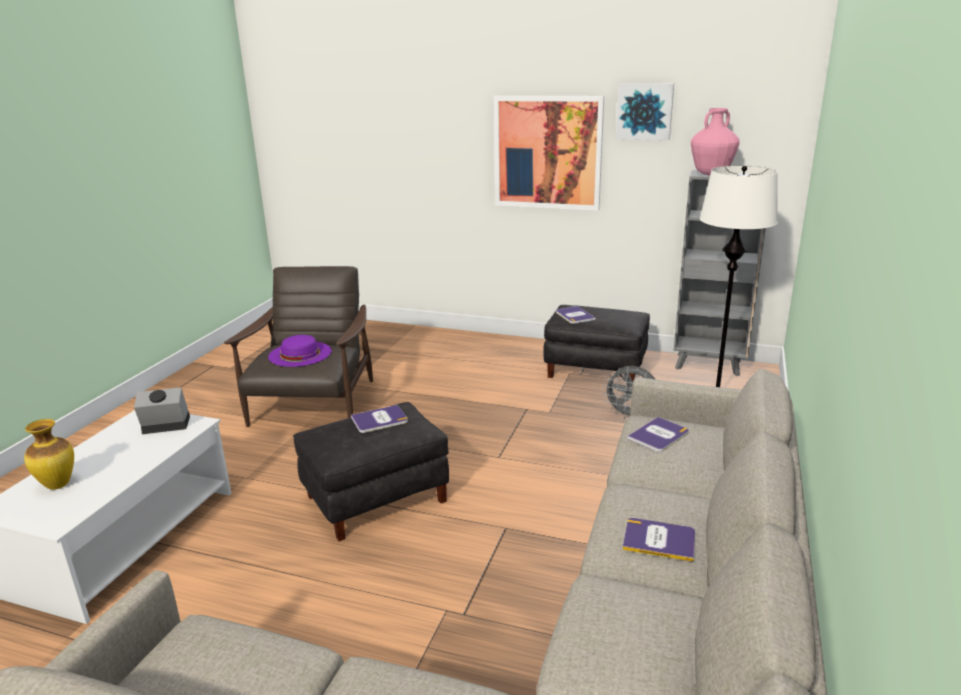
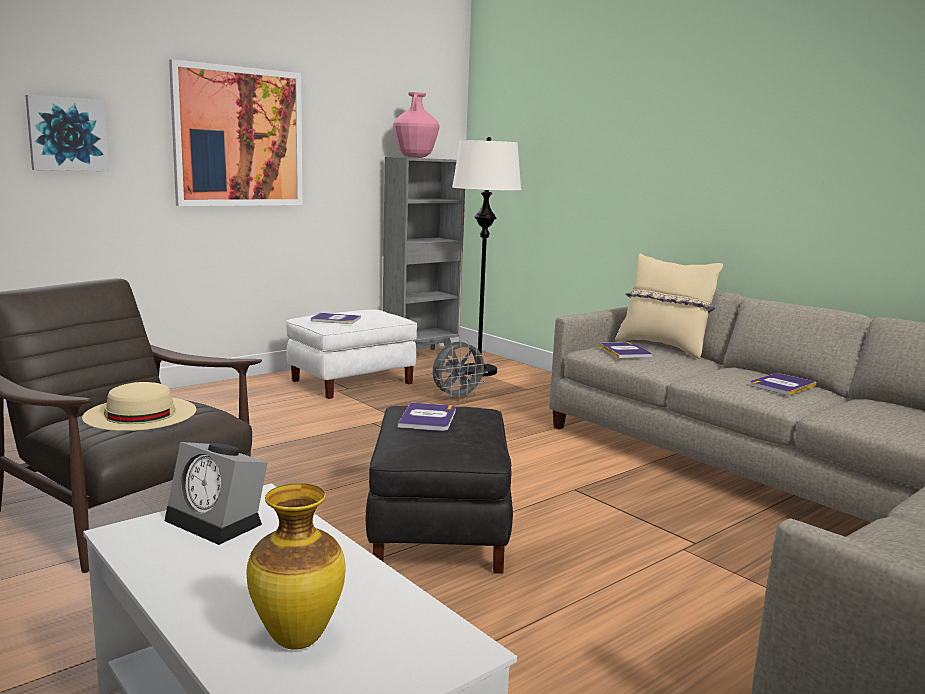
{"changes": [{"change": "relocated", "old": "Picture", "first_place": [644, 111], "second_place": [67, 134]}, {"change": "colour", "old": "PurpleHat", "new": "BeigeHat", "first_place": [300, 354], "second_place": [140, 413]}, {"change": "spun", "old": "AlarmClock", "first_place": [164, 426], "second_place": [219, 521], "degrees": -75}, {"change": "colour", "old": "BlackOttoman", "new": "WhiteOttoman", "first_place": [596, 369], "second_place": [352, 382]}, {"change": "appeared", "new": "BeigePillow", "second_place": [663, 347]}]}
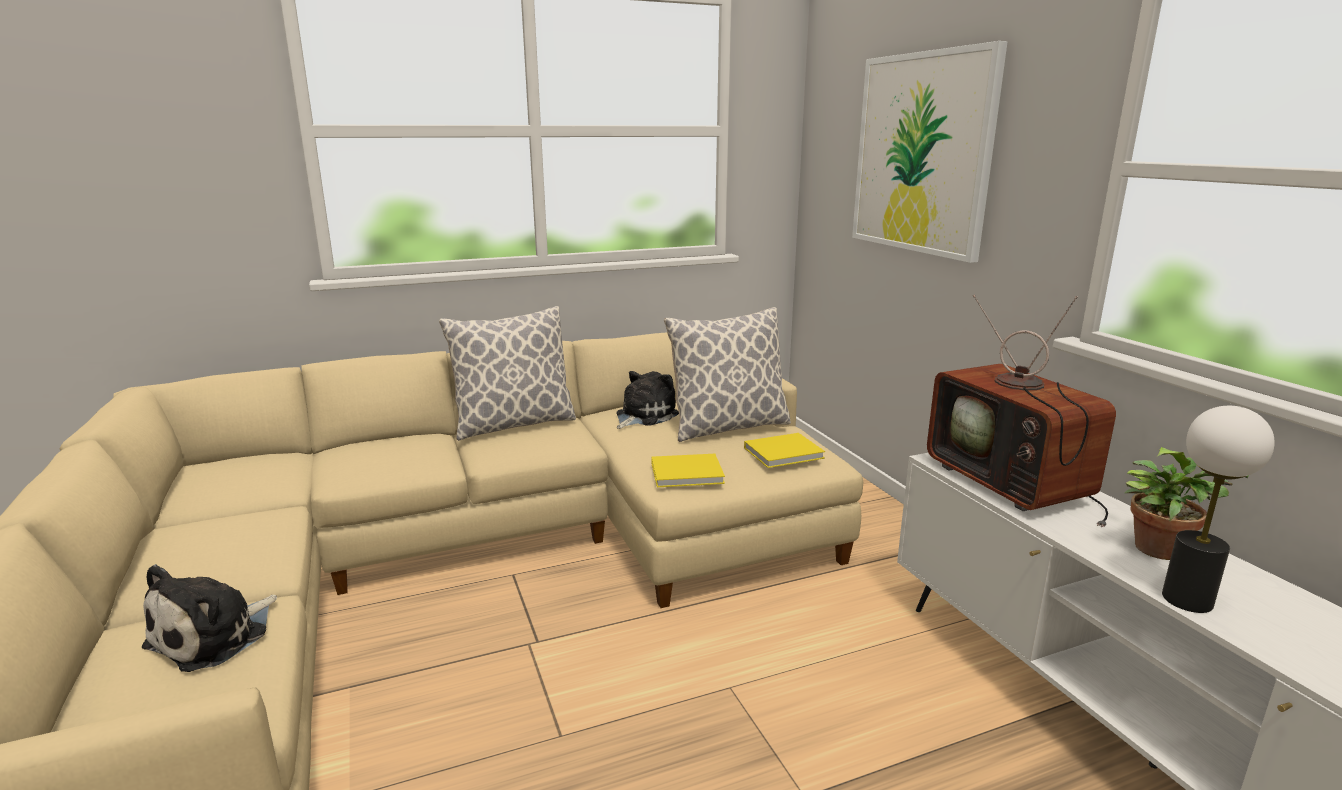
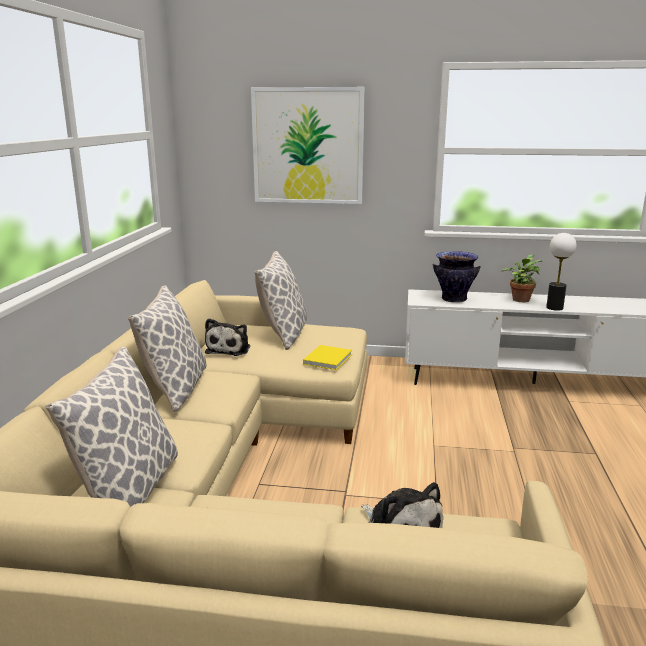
{"changes": [{"change": "appeared", "new": "Pillow", "second_place": [128, 490]}, {"change": "spun", "old": "PlushToy", "first_place": [643, 416], "second_place": [229, 349], "degrees": -150}, {"change": "exchanged", "old": "Television", "new": "Vase", "first_place": [1014, 484], "second_place": [454, 299]}, {"change": "missing", "old": "YellowBook", "first_place": [785, 452]}]}
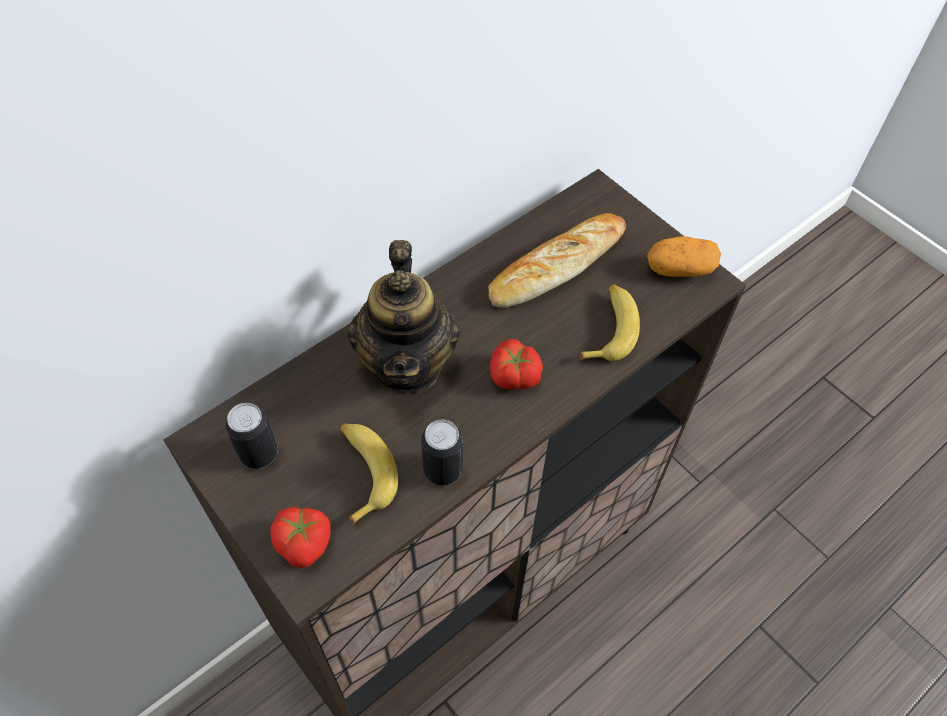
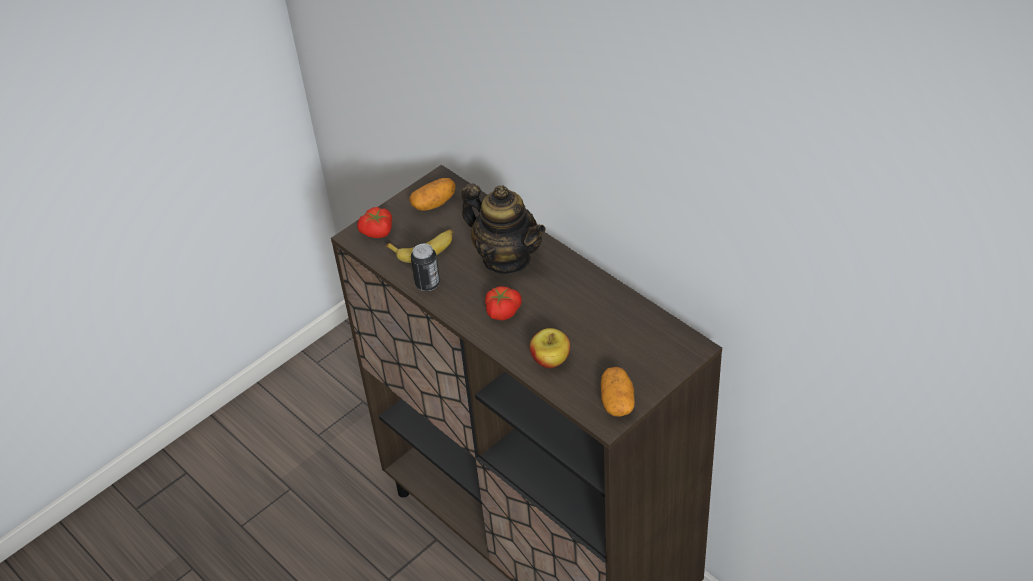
{"changes": [{"change": "exchanged", "old": "Can", "new": "Potato", "first_place": [259, 453], "second_place": [434, 203]}, {"change": "spun", "old": "Teapot", "first_place": [408, 363], "second_place": [506, 258], "degrees": -135}, {"change": "exchanged", "old": "Banana", "new": "Apple", "first_place": [609, 329], "second_place": [550, 360]}, {"change": "missing", "old": "Bread", "first_place": [556, 266]}]}
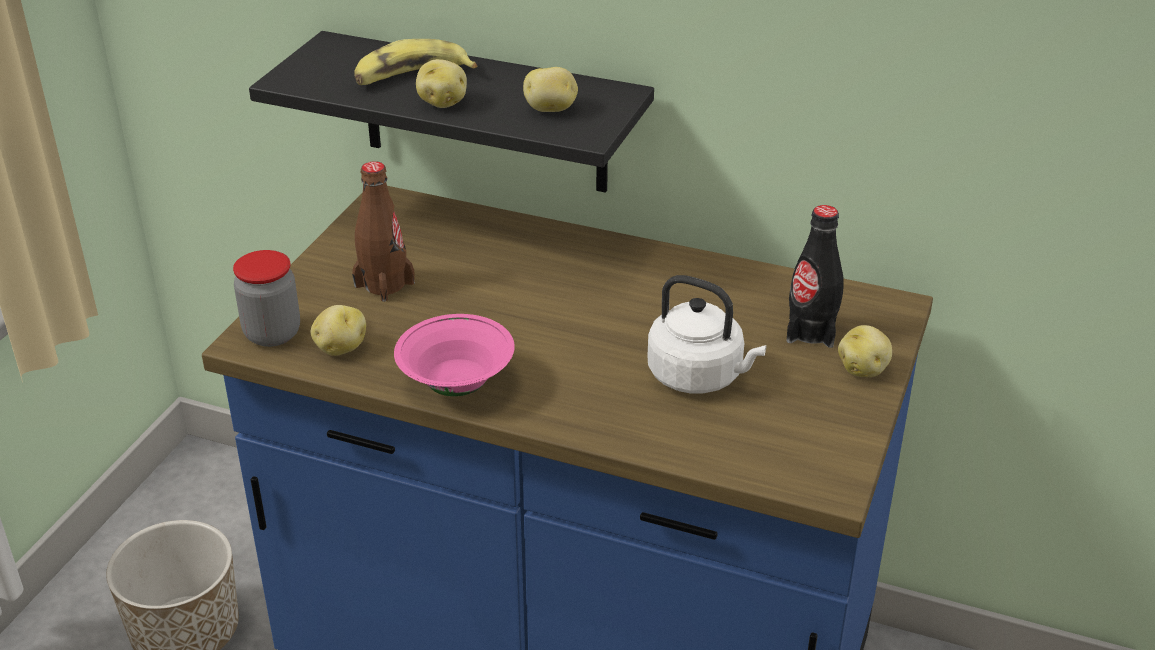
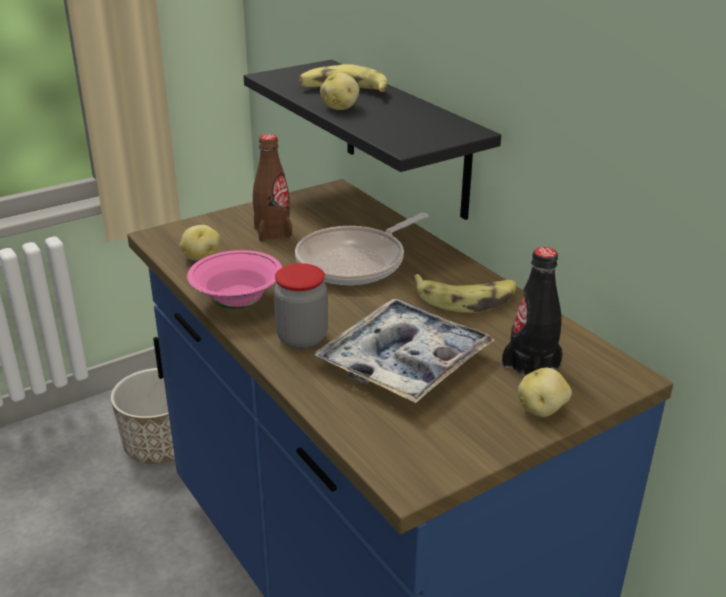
{"changes": [{"change": "relocated", "old": "Jar", "first_place": [272, 334], "second_place": [302, 338]}, {"change": "appeared", "new": "FryingPan", "second_place": [356, 261]}, {"change": "exchanged", "old": "WhiteKettle", "new": "Tray", "first_place": [699, 377], "second_place": [404, 362]}, {"change": "appeared", "new": "Banana", "second_place": [466, 299]}, {"change": "missing", "old": "Potato", "first_place": [551, 109]}]}
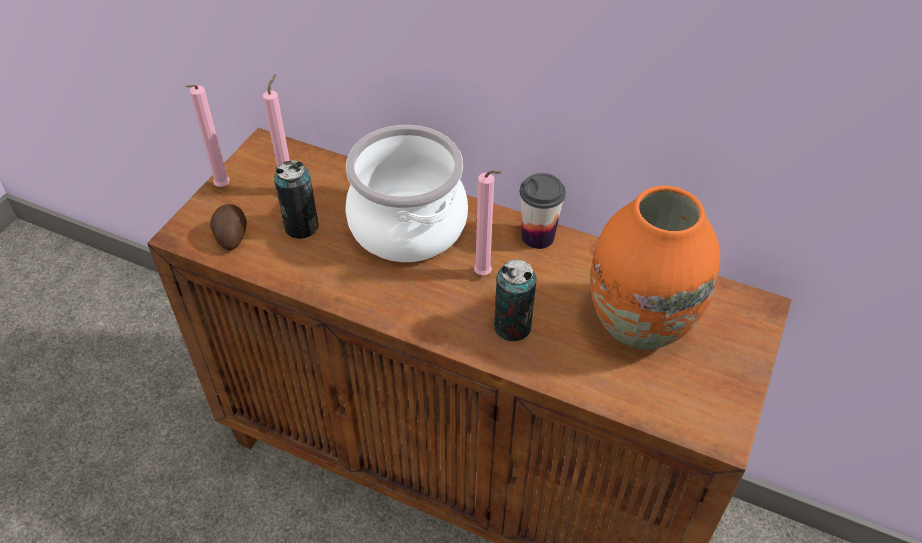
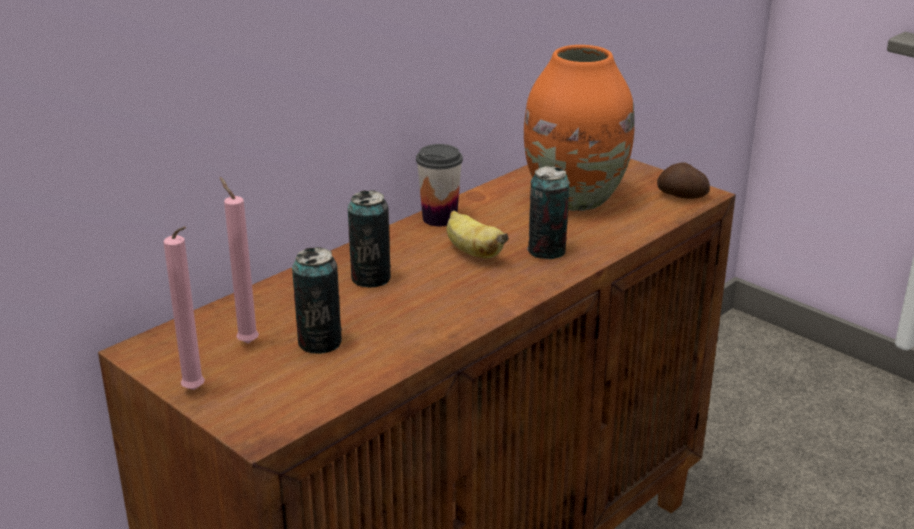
{"changes": [{"change": "exchanged", "old": "CookingPot", "new": "Can", "first_place": [409, 225], "second_place": [371, 278]}, {"change": "exchanged", "old": "PinkCandle", "new": "Banana", "first_place": [485, 275], "second_place": [472, 252]}, {"change": "relocated", "old": "Potato", "first_place": [231, 236], "second_place": [682, 196]}]}
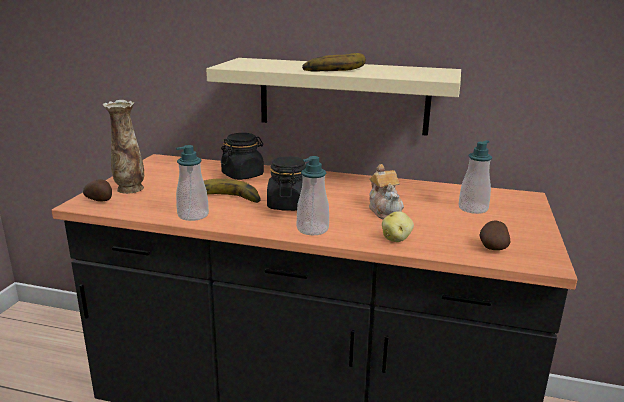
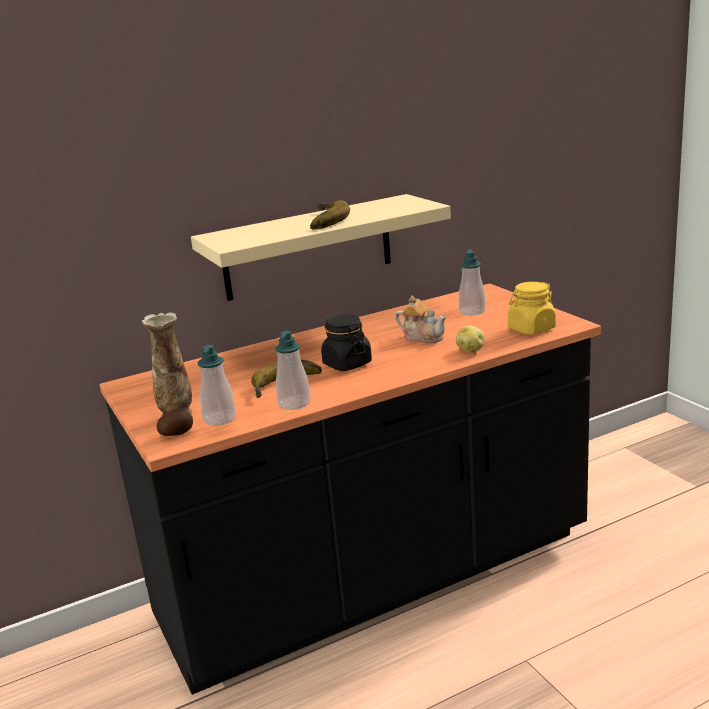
{"changes": [{"change": "relocated", "old": "SoapDispenser", "first_place": [312, 229], "second_place": [219, 419]}, {"change": "exchanged", "old": "Potato", "new": "YellowJar", "first_place": [492, 247], "second_place": [531, 329]}, {"change": "missing", "old": "BlackJar", "first_place": [243, 175]}]}
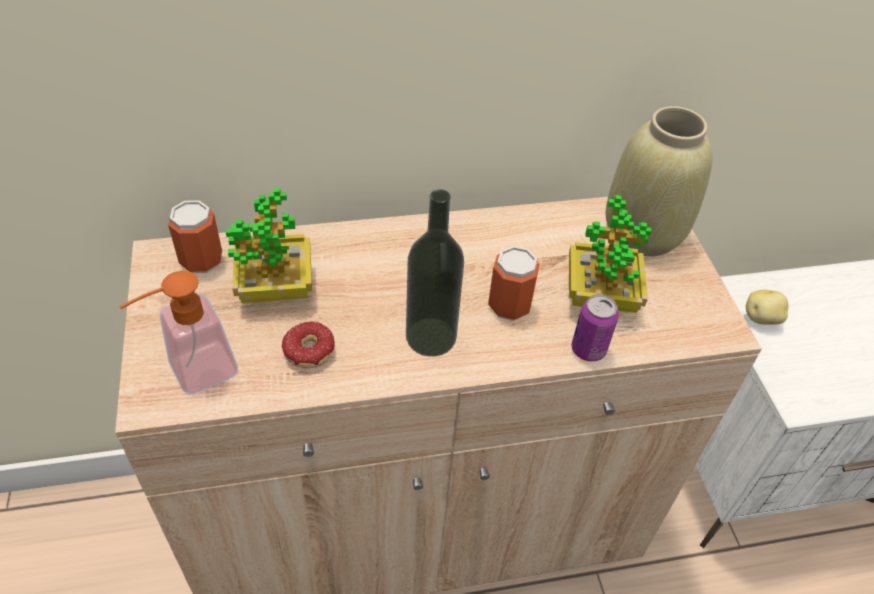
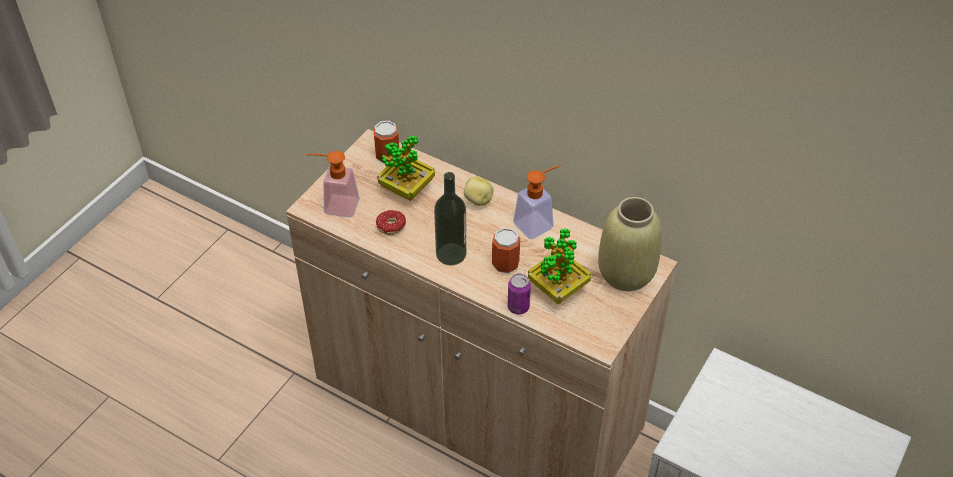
{"changes": [{"change": "relocated", "old": "Potato", "first_place": [762, 319], "second_place": [478, 200]}, {"change": "appeared", "new": "SoapDispenser", "second_place": [538, 223]}]}
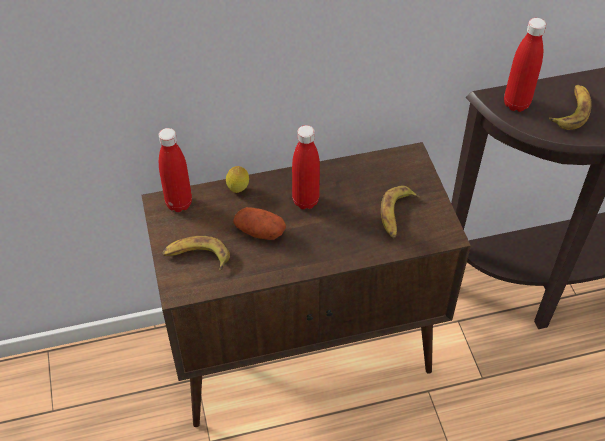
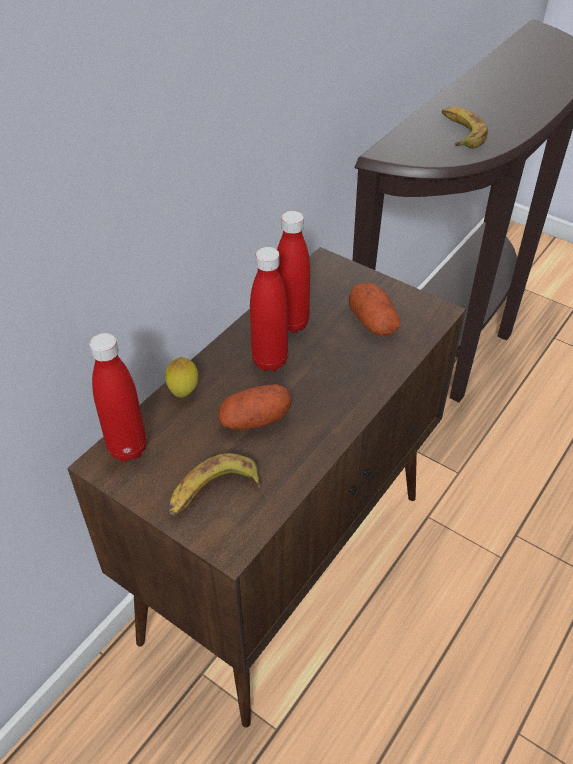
{"changes": [{"change": "relocated", "old": "RedBottle", "first_place": [516, 104], "second_place": [291, 323]}, {"change": "exchanged", "old": "Banana", "new": "Potato", "first_place": [396, 215], "second_place": [373, 322]}]}
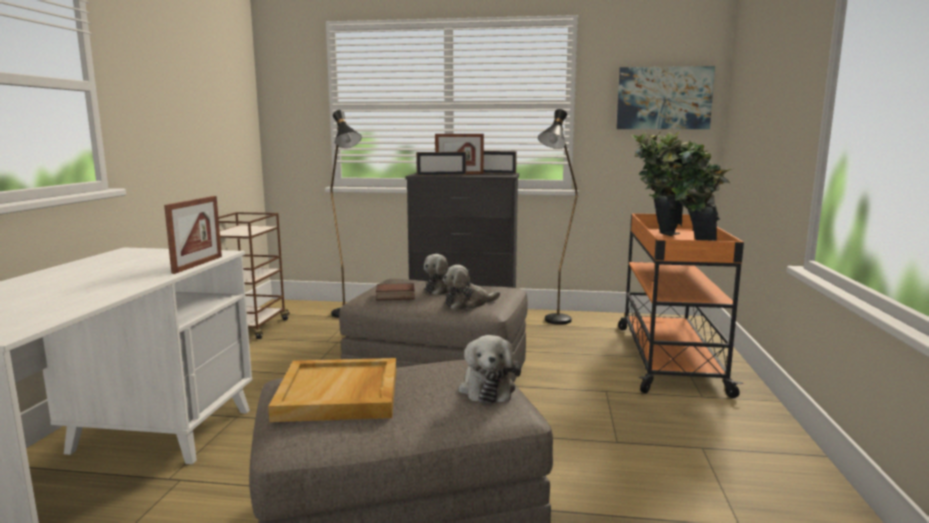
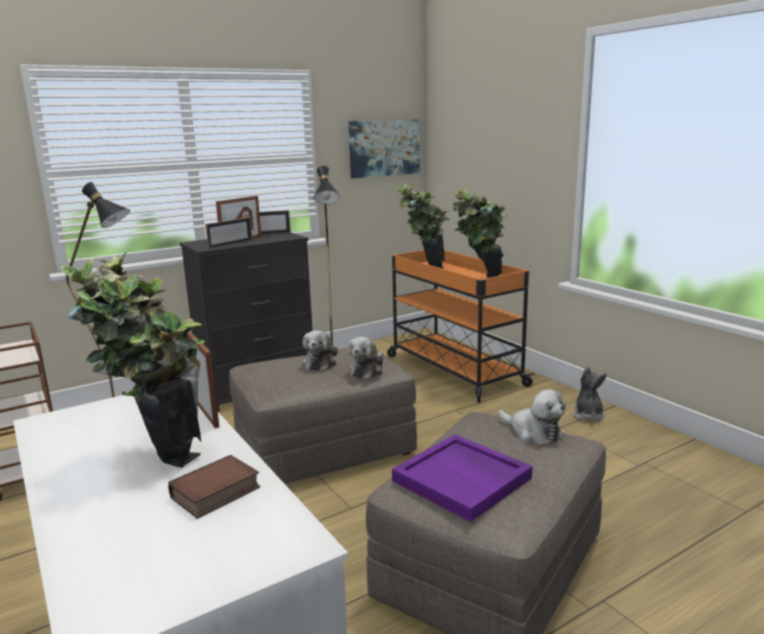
{"changes": [{"change": "appeared", "new": "PottedPlant", "second_place": [155, 454]}, {"change": "relocated", "old": "Book", "first_place": [395, 296], "second_place": [216, 494]}, {"change": "colour", "old": "BeigeTray", "new": "PurpleTray", "first_place": [340, 394], "second_place": [463, 479]}, {"change": "appeared", "new": "PlushToy", "second_place": [587, 415]}]}
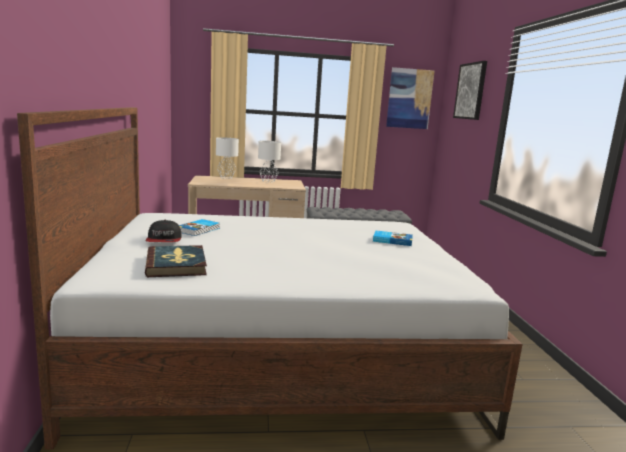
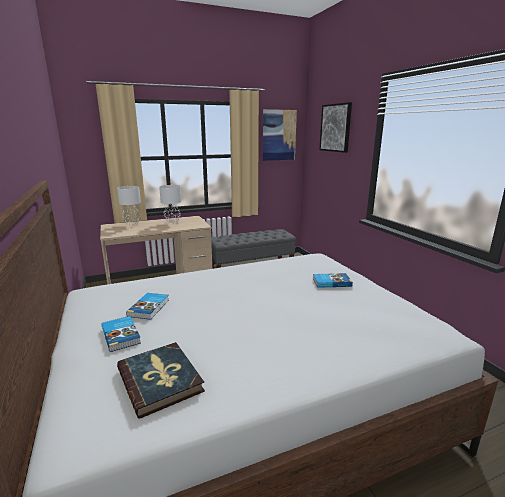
{"changes": [{"change": "exchanged", "old": "Cap", "new": "Book", "first_place": [164, 240], "second_place": [122, 335]}]}
